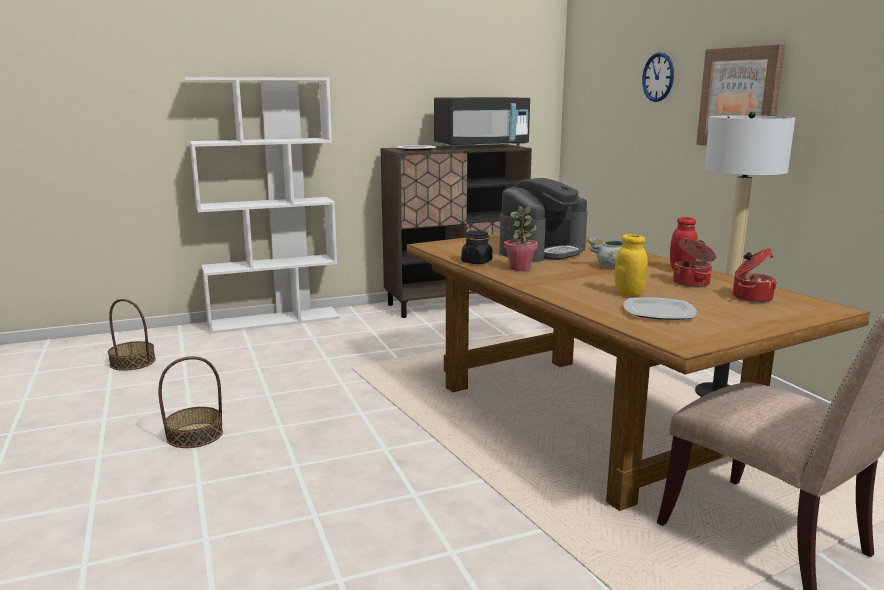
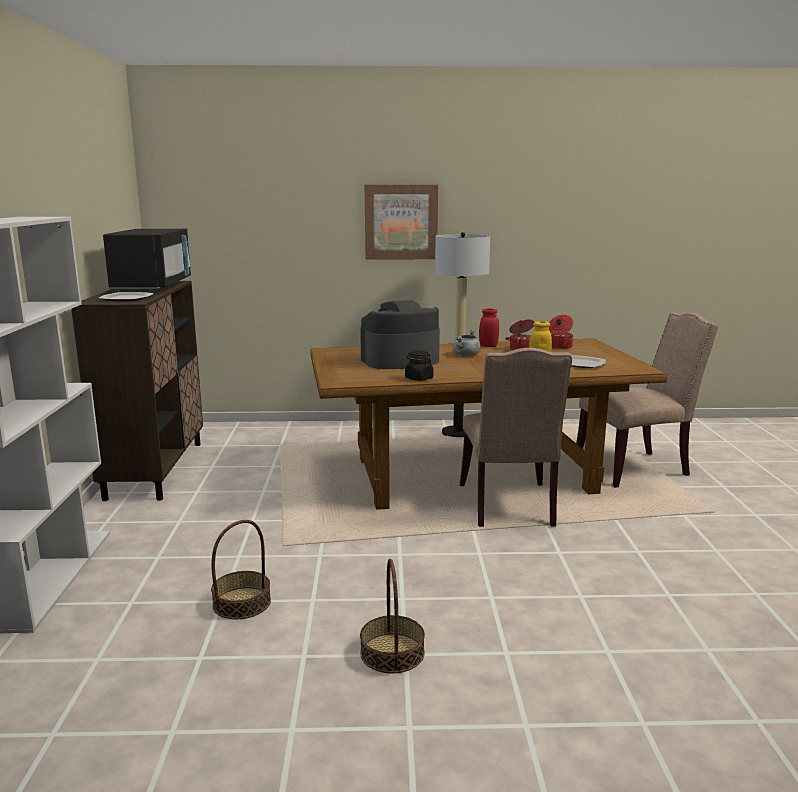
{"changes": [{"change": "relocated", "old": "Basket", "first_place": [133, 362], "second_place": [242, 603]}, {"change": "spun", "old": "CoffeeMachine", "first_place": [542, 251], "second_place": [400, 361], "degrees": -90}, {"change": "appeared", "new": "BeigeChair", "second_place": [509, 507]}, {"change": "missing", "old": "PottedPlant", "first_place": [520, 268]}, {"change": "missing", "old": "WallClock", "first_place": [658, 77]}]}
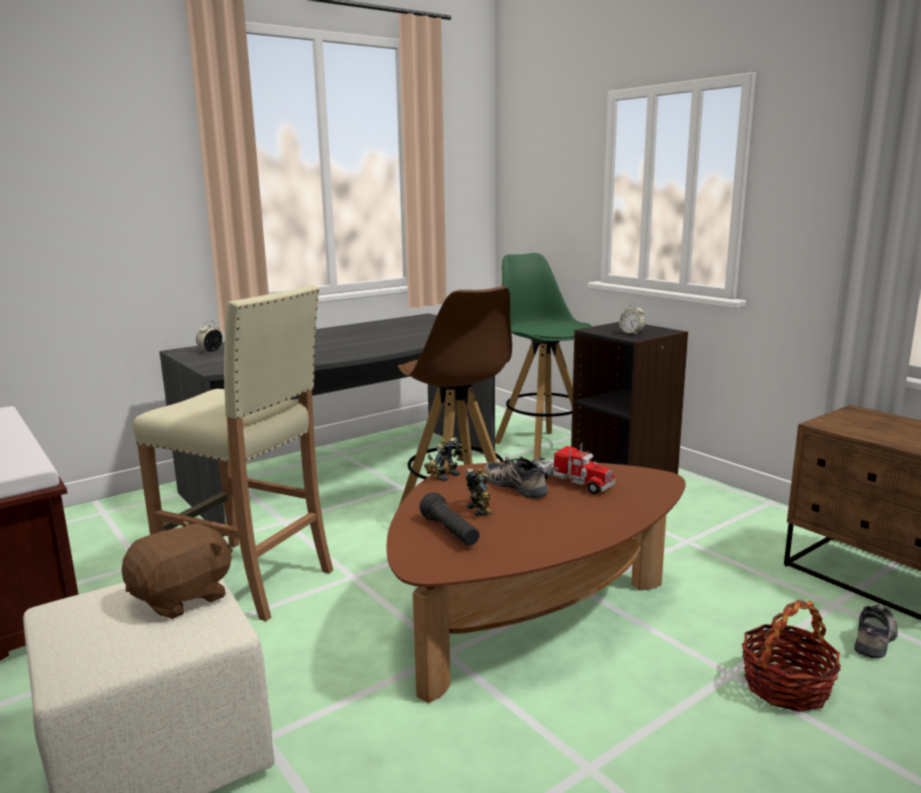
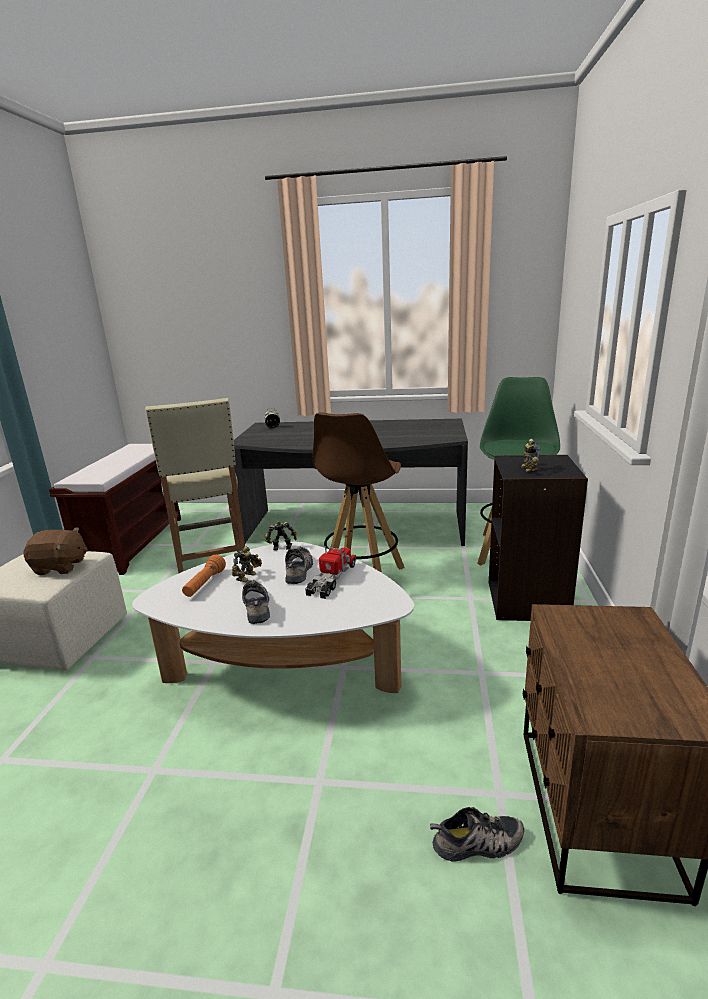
{"changes": [{"change": "colour", "old": "BrownCoffeeTable", "new": "WhiteCoffeeTable", "first_place": [528, 616], "second_place": [284, 665]}, {"change": "colour", "old": "BlackFlashlight", "new": "OrangeFlashlight", "first_place": [450, 532], "second_place": [205, 584]}, {"change": "appeared", "new": "Shoe", "second_place": [257, 606]}, {"change": "spun", "old": "ToyTruck", "first_place": [566, 481], "second_place": [332, 579], "degrees": -150}, {"change": "exchanged", "old": "AlarmClock", "new": "ToyRobot", "first_place": [631, 333], "second_place": [527, 469]}, {"change": "missing", "old": "Basket", "first_place": [786, 687]}]}
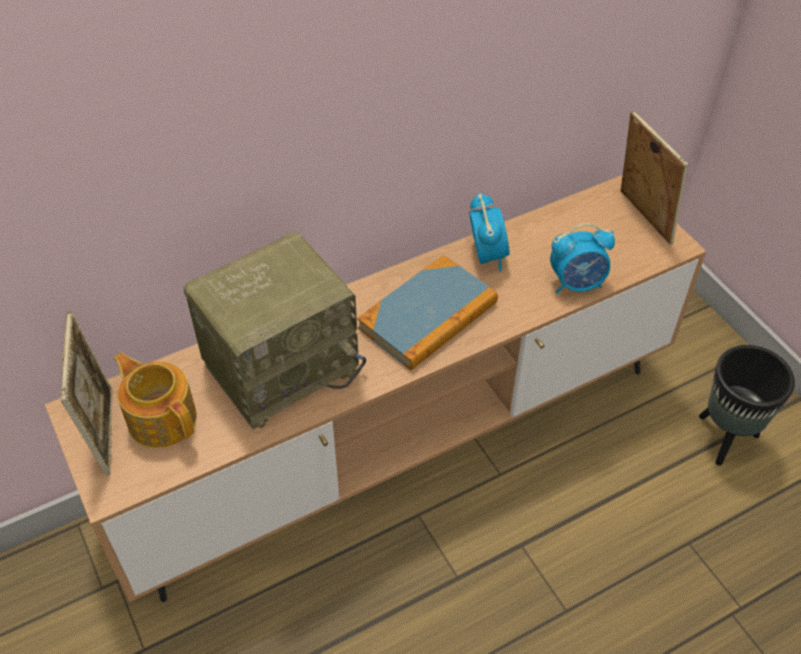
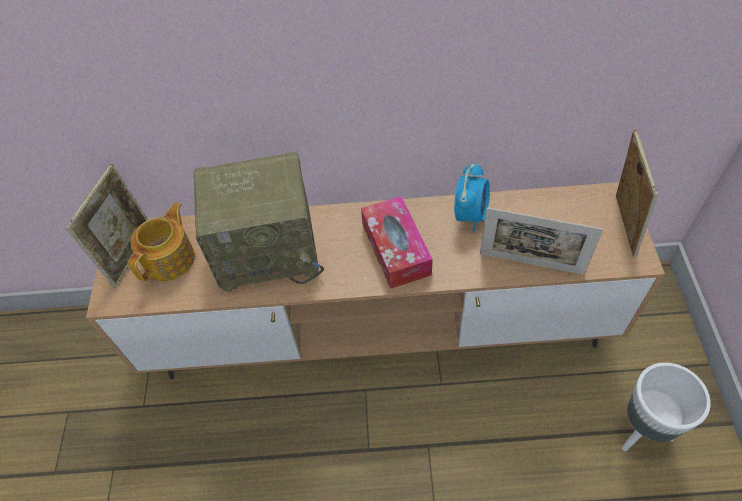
{"changes": [{"change": "spun", "old": "Teapot", "first_place": [162, 417], "second_place": [170, 259], "degrees": 45}, {"change": "exchanged", "old": "Book", "new": "TissueBox", "first_place": [428, 316], "second_place": [396, 249]}, {"change": "exchanged", "old": "AlarmClock", "new": "PictureFrame", "first_place": [577, 283], "second_place": [531, 263]}, {"change": "colour", "old": "BlackPlanter", "new": "WhitePlanter", "first_place": [725, 438], "second_place": [642, 430]}]}
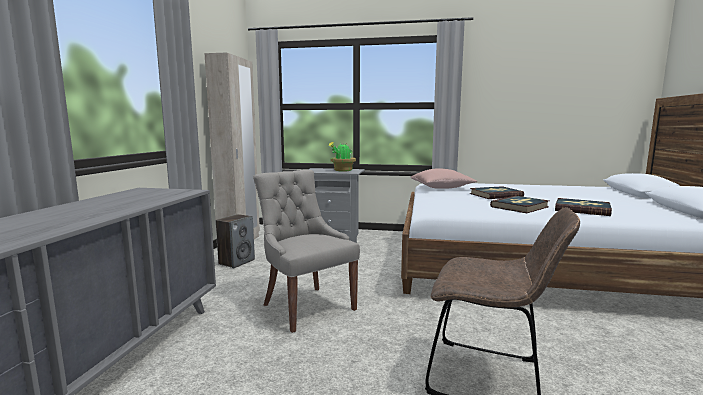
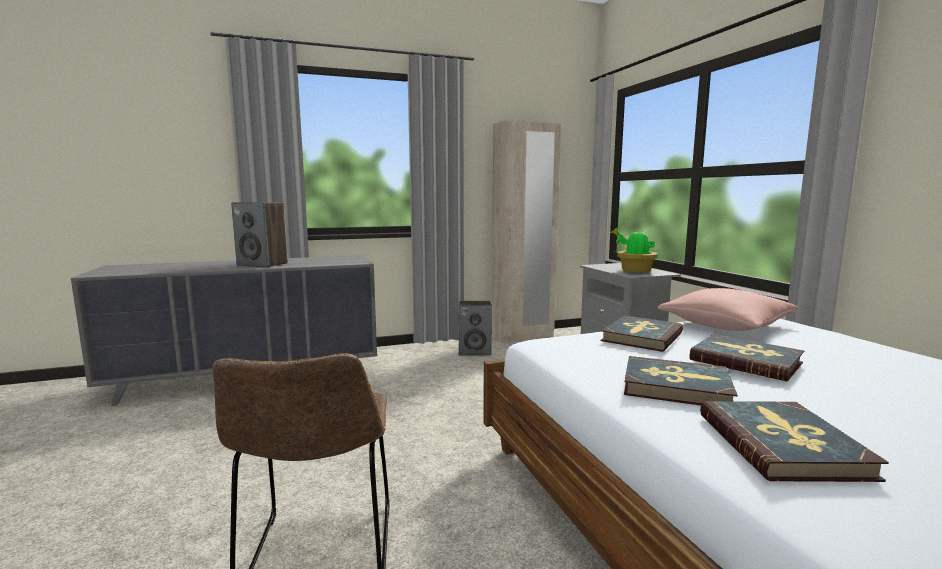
{"changes": [{"change": "appeared", "new": "Speaker", "second_place": [263, 264]}, {"change": "appeared", "new": "Book", "second_place": [641, 337]}, {"change": "missing", "old": "GreyChair", "first_place": [306, 306]}]}
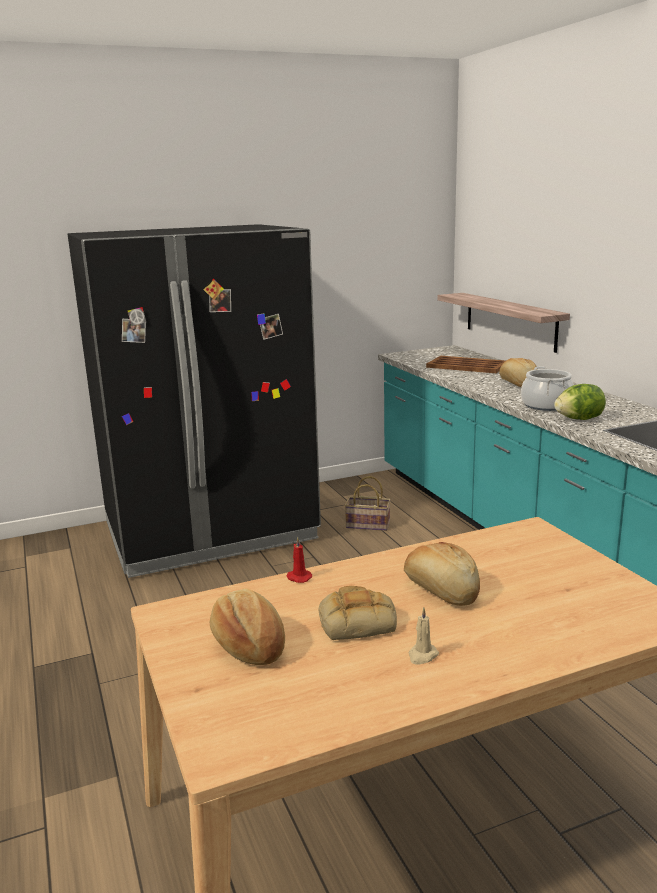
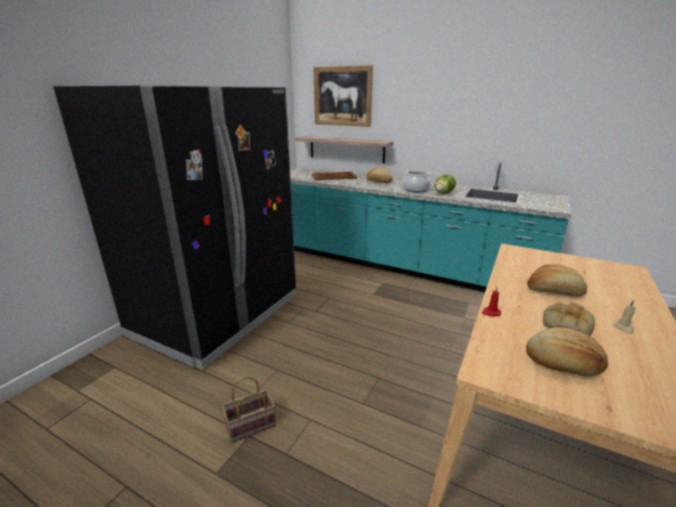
{"changes": [{"change": "relocated", "old": "Basket", "first_place": [366, 525], "second_place": [250, 426]}, {"change": "appeared", "new": "Picture", "second_place": [342, 96]}]}
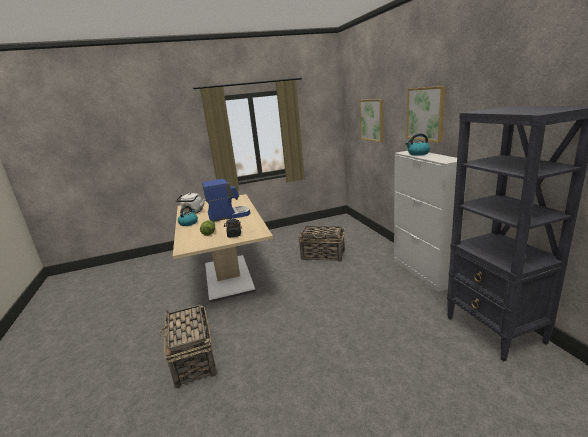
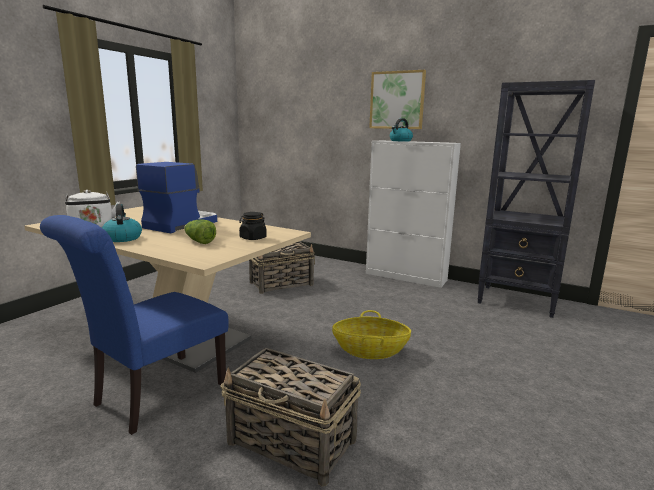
{"changes": [{"change": "appeared", "new": "BlueChair", "second_place": [153, 397]}, {"change": "appeared", "new": "Basket", "second_place": [370, 350]}, {"change": "missing", "old": "Picture", "first_place": [372, 120]}]}
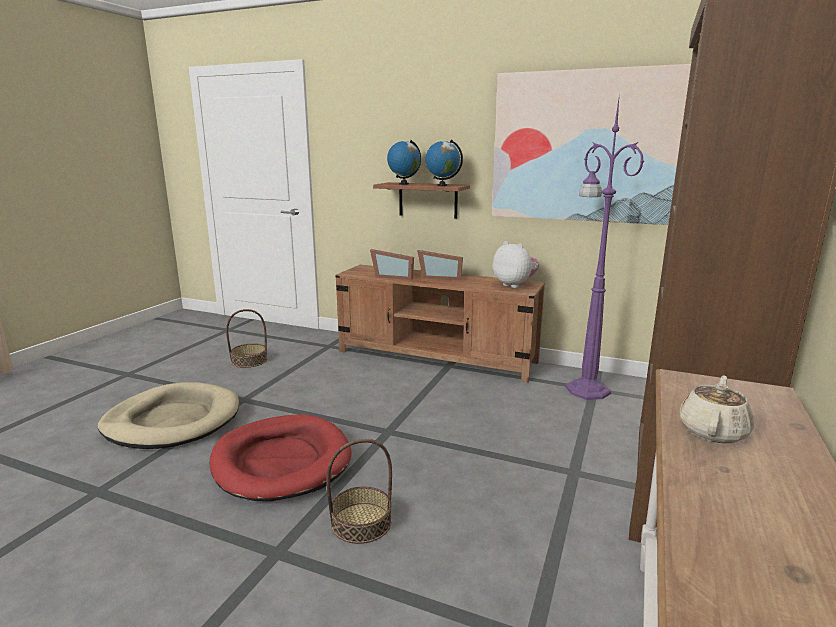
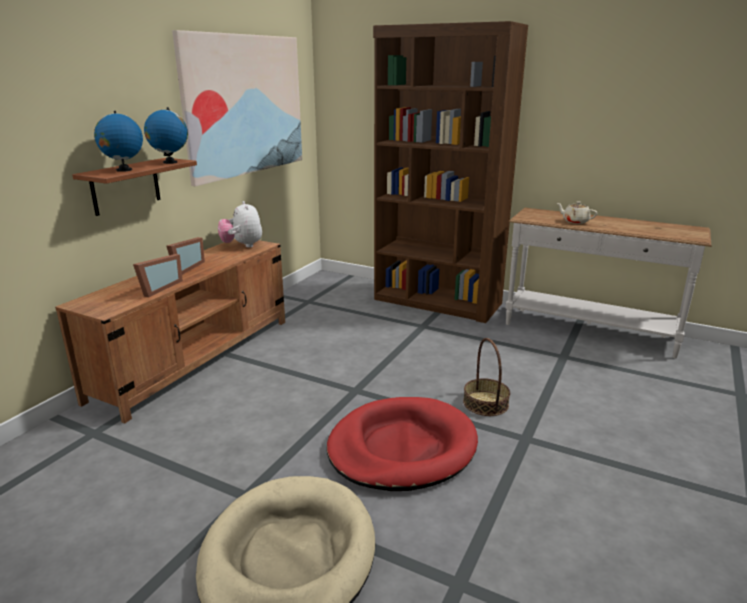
{"changes": [{"change": "spun", "old": "PlushToy", "first_place": [514, 285], "second_place": [242, 246], "degrees": -75}, {"change": "missing", "old": "Basket", "first_place": [249, 361]}, {"change": "missing", "old": "PurpleFloorLamp", "first_place": [586, 389]}]}
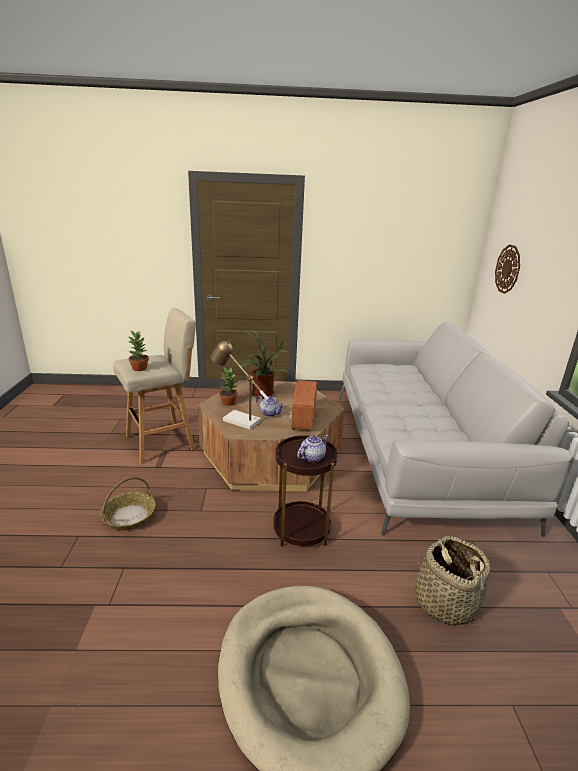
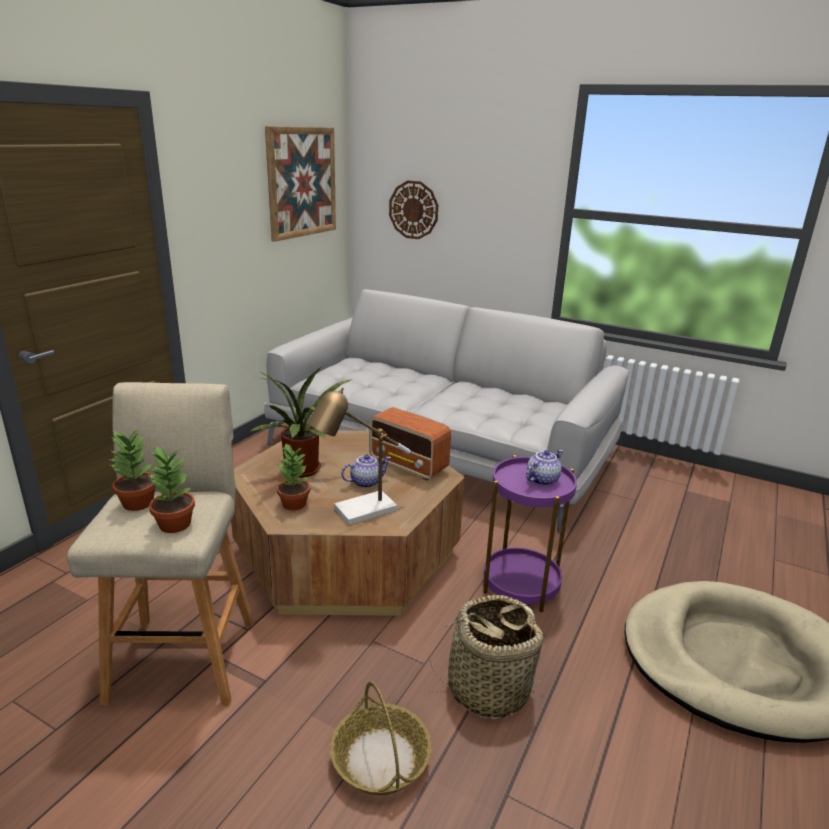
{"changes": [{"change": "appeared", "new": "PottedPlant", "second_place": [137, 503]}, {"change": "appeared", "new": "Picture", "second_place": [302, 182]}, {"change": "relocated", "old": "Basket", "first_place": [445, 602], "second_place": [488, 688]}, {"change": "colour", "old": "BrownSideTable", "new": "PurpleSideTable", "first_place": [301, 530], "second_place": [521, 584]}, {"change": "spun", "old": "Teapot", "first_place": [312, 457], "second_place": [542, 479], "degrees": 60}]}
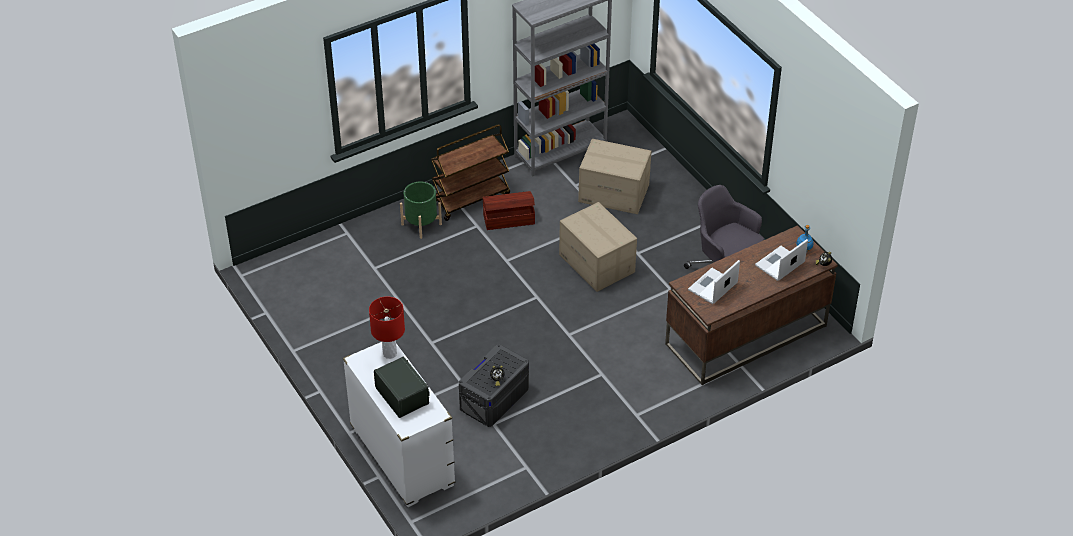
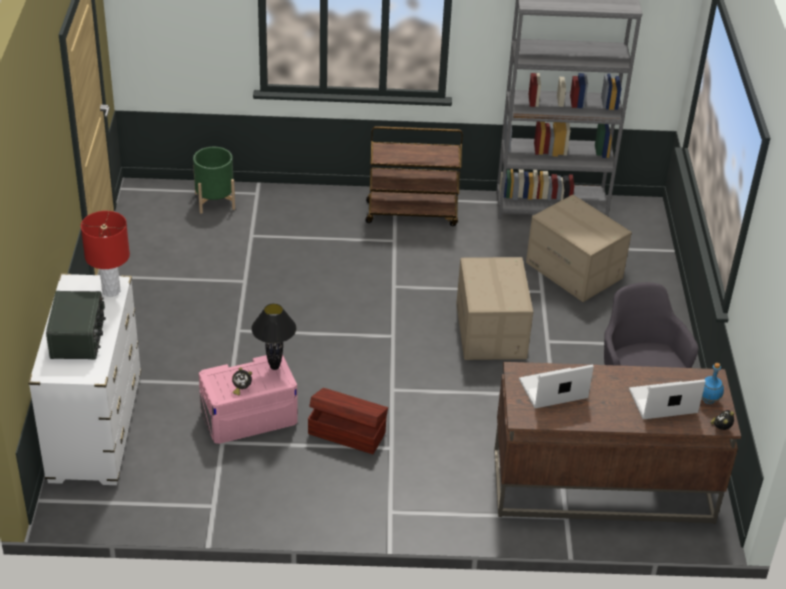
{"changes": [{"change": "relocated", "old": "GreenPlanter", "first_place": [421, 224], "second_place": [215, 201]}, {"change": "colour", "old": "GreyStorageBox", "new": "PinkStorageBox", "first_place": [494, 398], "second_place": [249, 416]}, {"change": "appeared", "new": "BlackTableLamp", "second_place": [274, 367]}, {"change": "relocated", "old": "BrownStorageBox", "first_place": [508, 219], "second_place": [346, 432]}]}
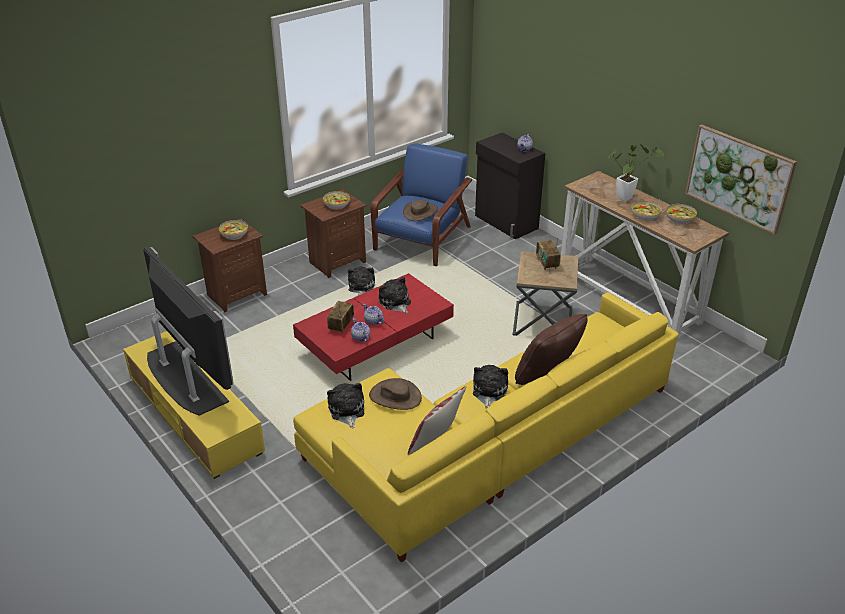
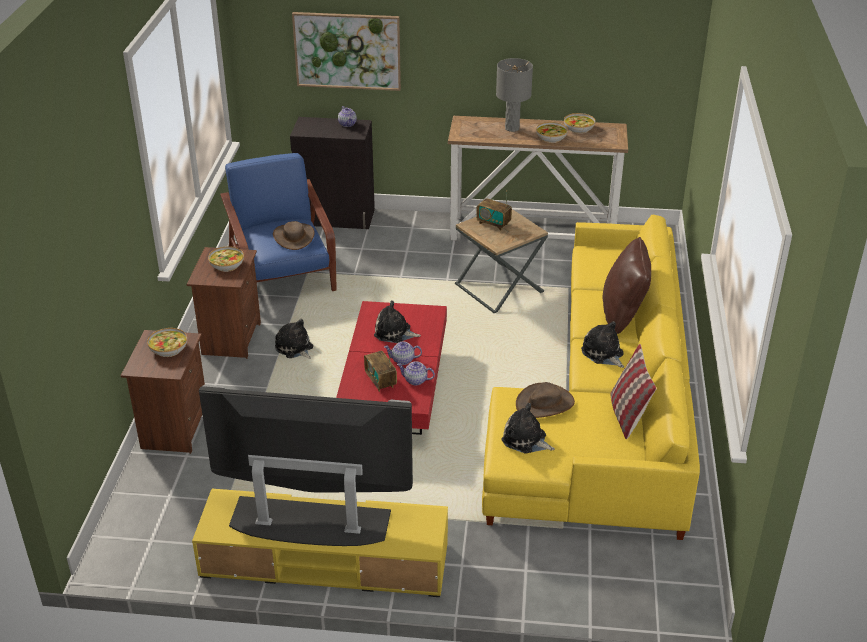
{"changes": [{"change": "relocated", "old": "Picture", "first_place": [739, 178], "second_place": [347, 50]}, {"change": "exchanged", "old": "PottedPlant", "new": "GreyTableLamp", "first_place": [626, 197], "second_place": [512, 128]}]}
